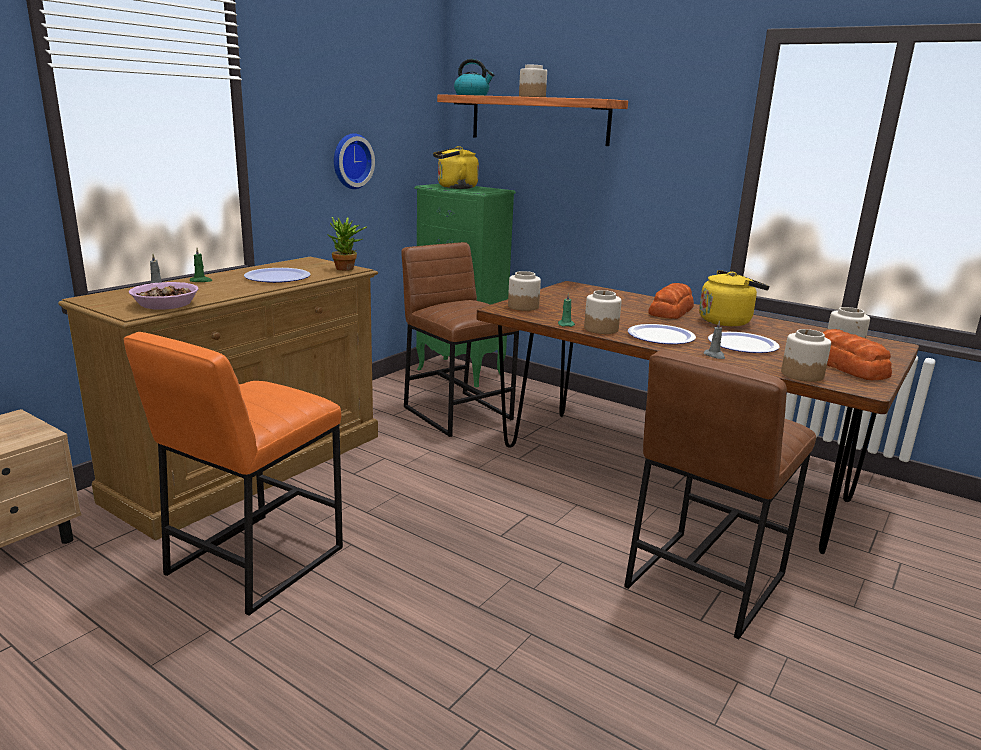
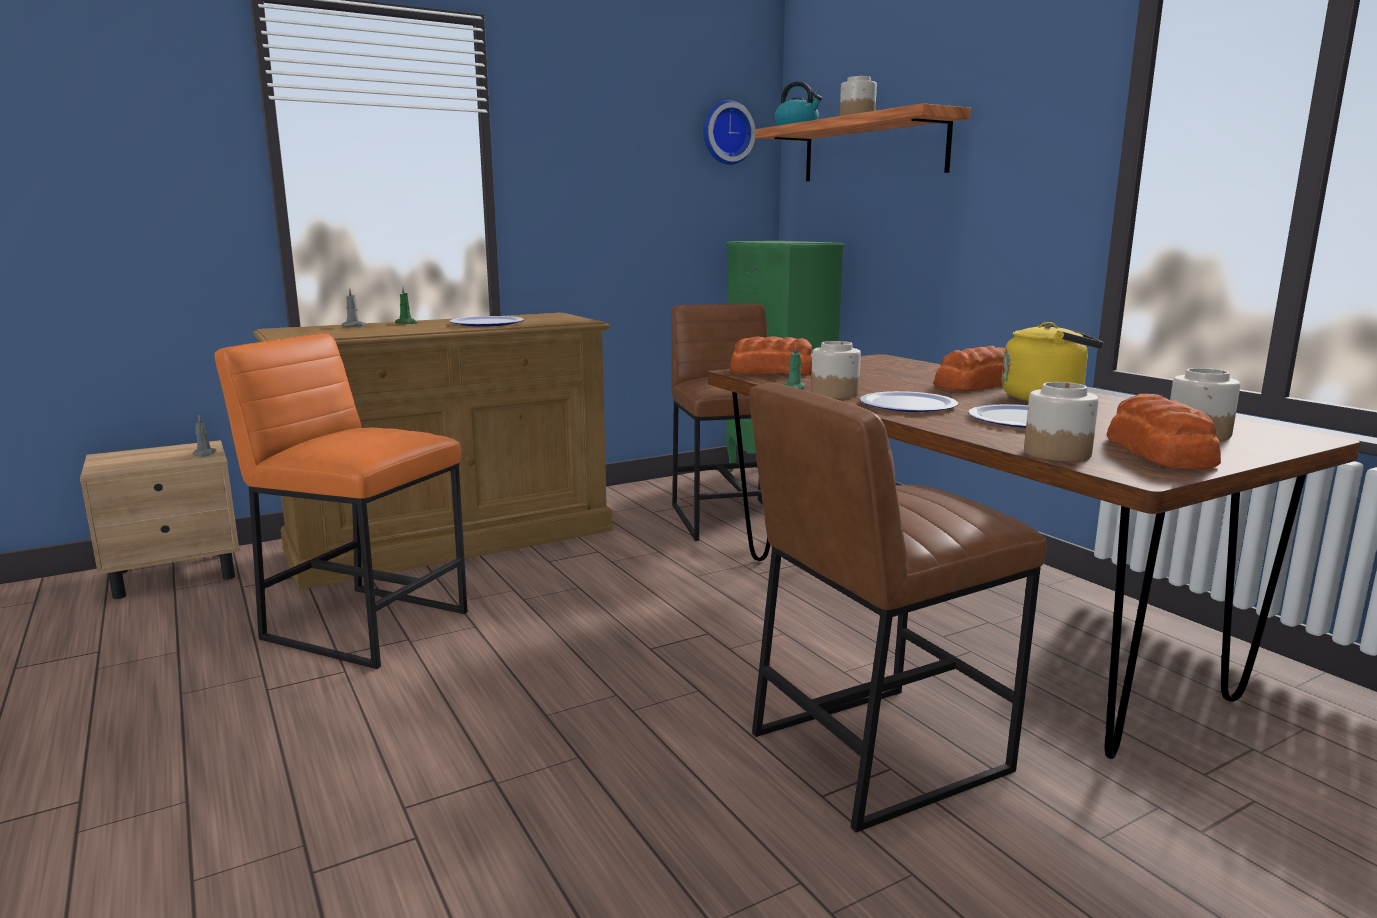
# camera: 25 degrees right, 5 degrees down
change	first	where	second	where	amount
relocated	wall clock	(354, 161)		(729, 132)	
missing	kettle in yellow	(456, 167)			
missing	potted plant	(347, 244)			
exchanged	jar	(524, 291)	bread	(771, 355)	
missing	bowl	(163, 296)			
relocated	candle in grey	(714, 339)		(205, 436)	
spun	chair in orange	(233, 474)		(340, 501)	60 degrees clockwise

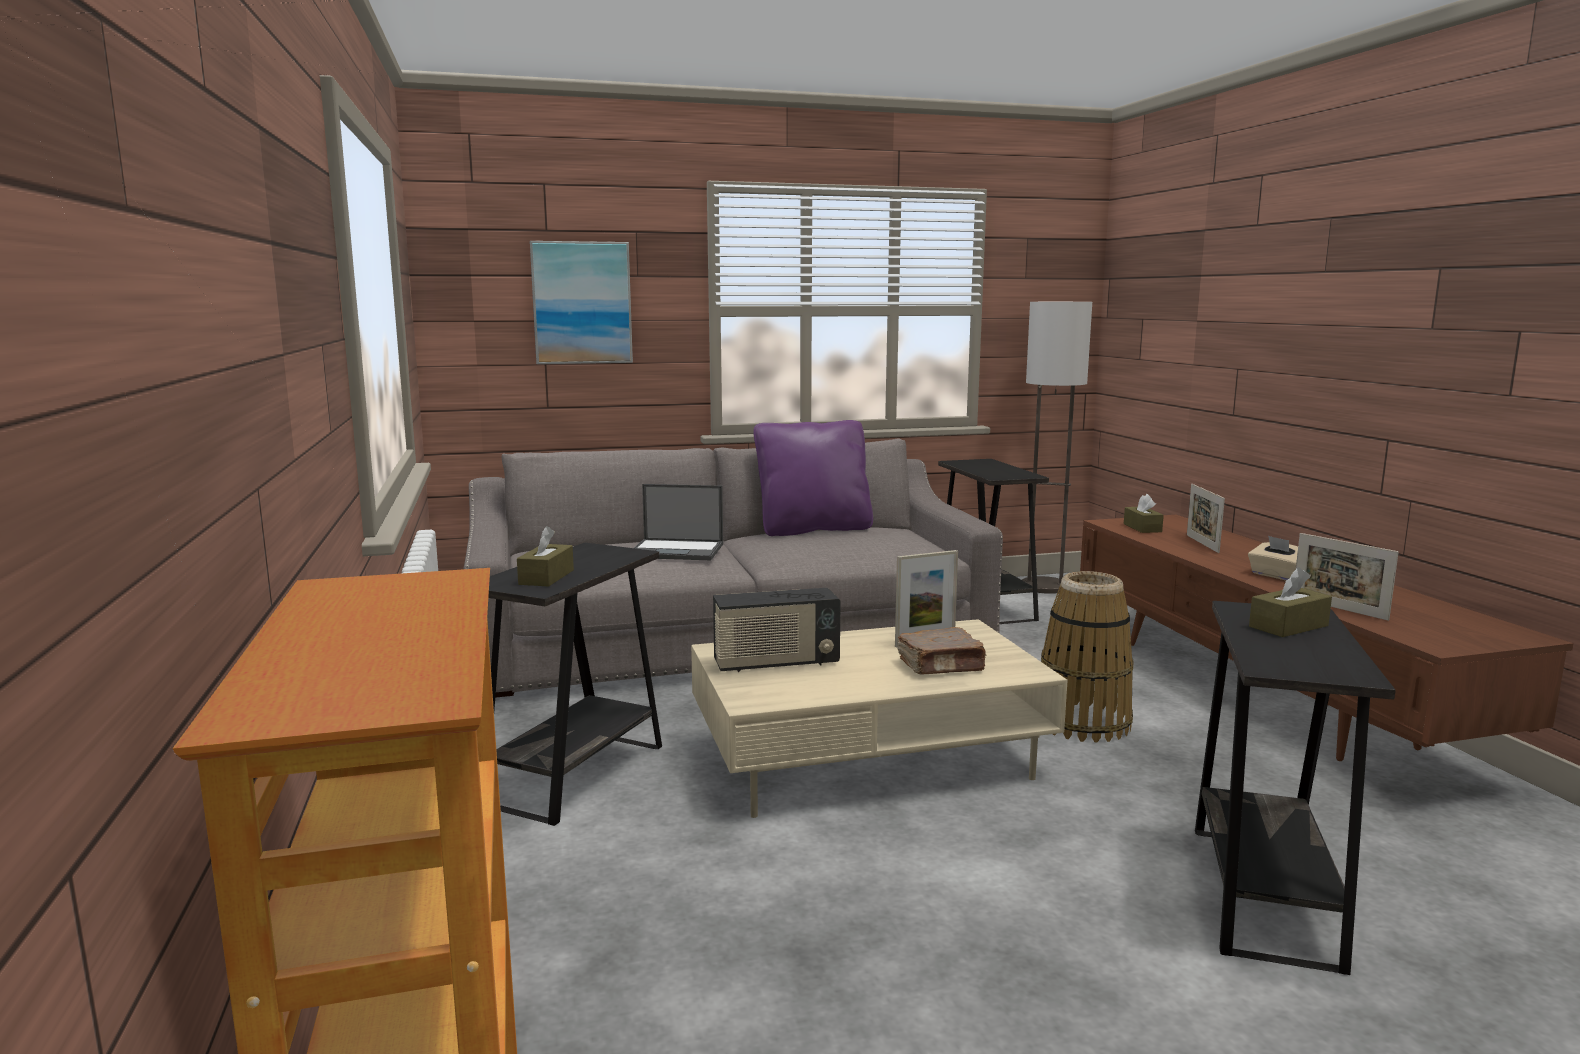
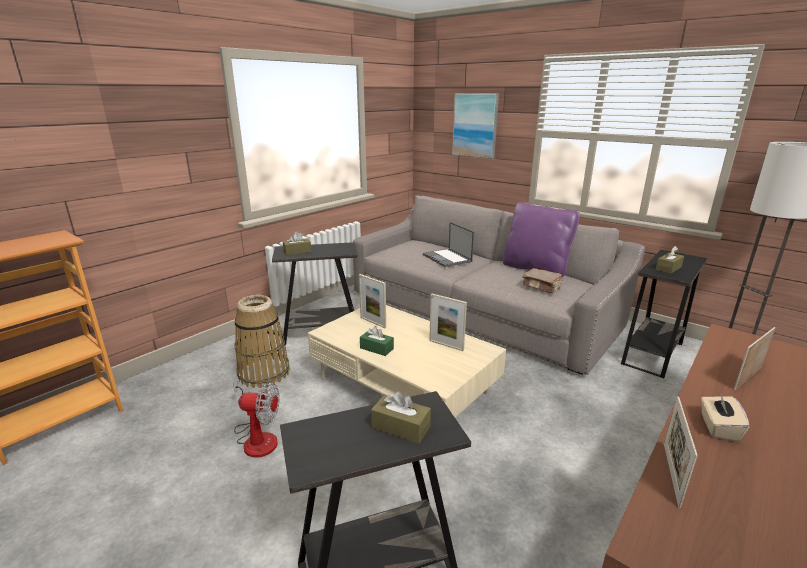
# camera: 55 degrees right, 10 degrees up
change	first	where	second	where	amount
relocated	tissue box in brown	(1144, 513)		(670, 260)	
relocated	basket	(1087, 657)		(262, 341)	
exchanged	radio	(777, 630)	picture frame	(372, 301)	
relocated	book in brown	(942, 651)		(543, 281)	
appeared			tissue box in green	(377, 341)	
appeared			fan	(256, 418)	

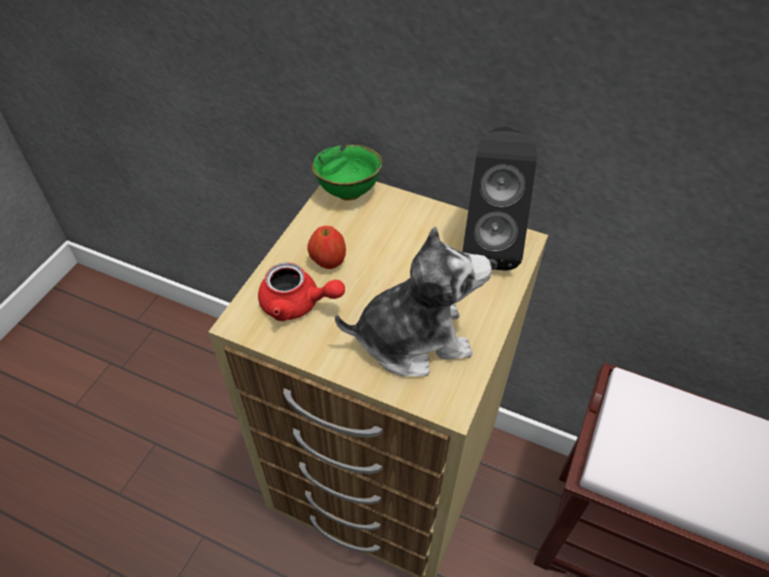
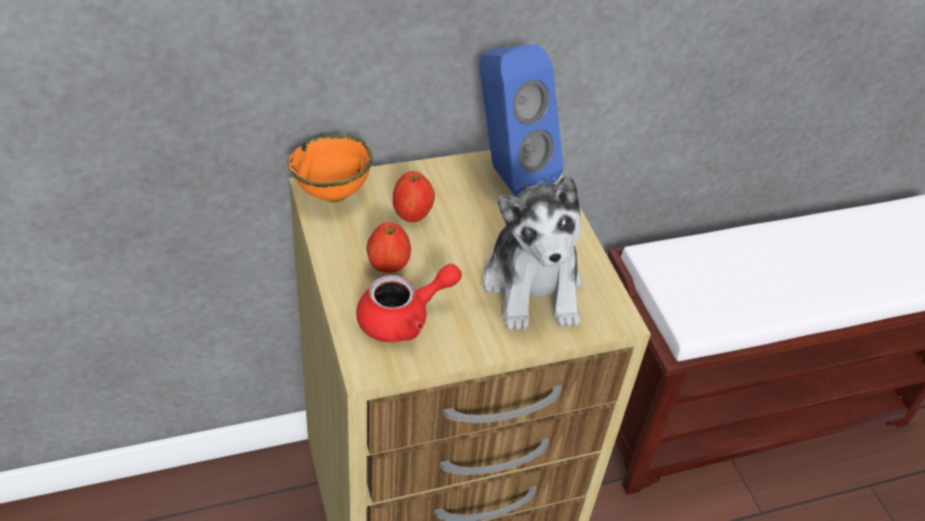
# camera: 45 degrees left, 5 degrees down
change	first	where	second	where	amount
colour	speaker in black	(499, 199)	speaker in blue	(521, 120)	
colour	bowl in green	(347, 172)	bowl in orange	(330, 168)	
spun	plush toy	(413, 301)		(532, 252)	135 degrees clockwise
appeared			apple	(414, 196)	

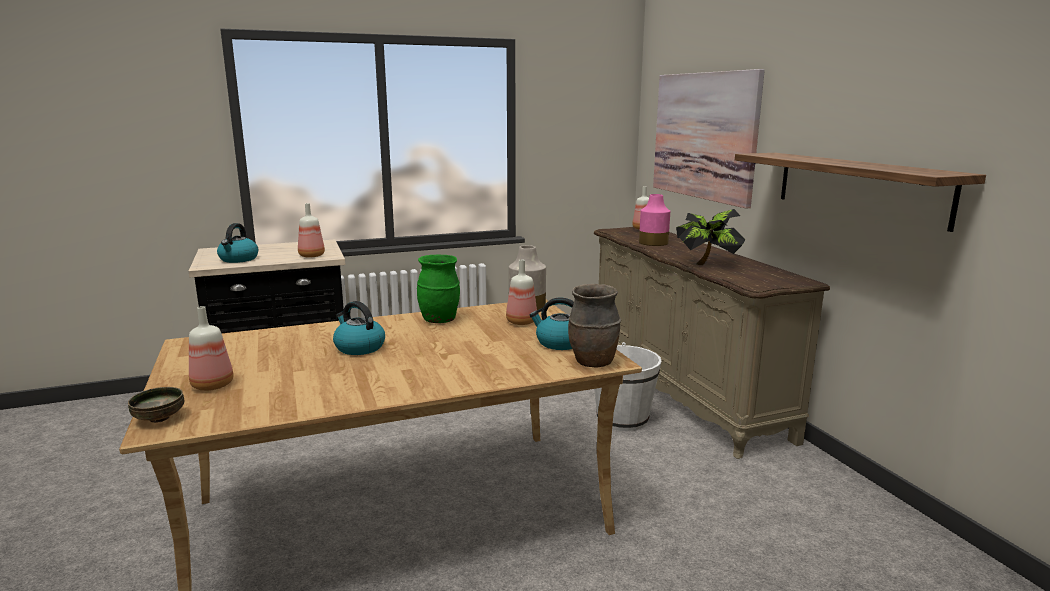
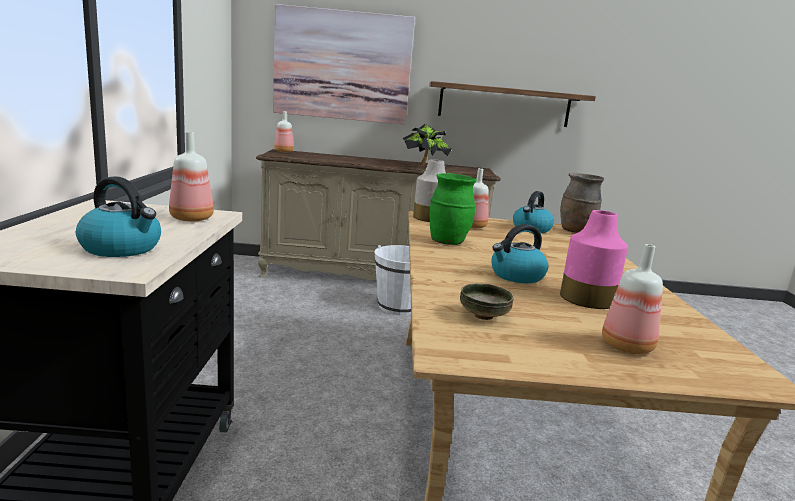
# camera: 70 degrees left, 0 degrees up
change	first	where	second	where	amount
relocated	vase in pink	(654, 220)		(594, 259)	
relocated	bowl	(156, 405)		(487, 301)	

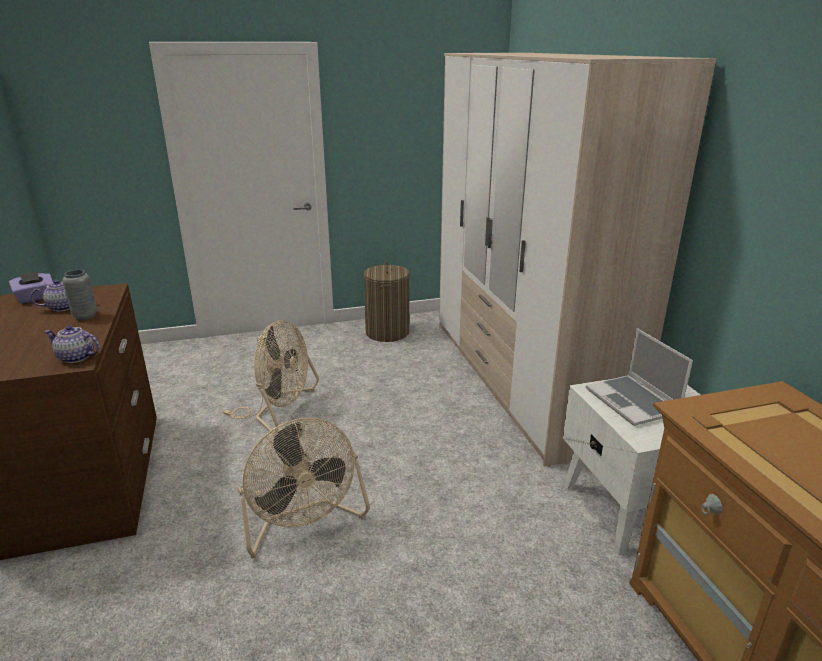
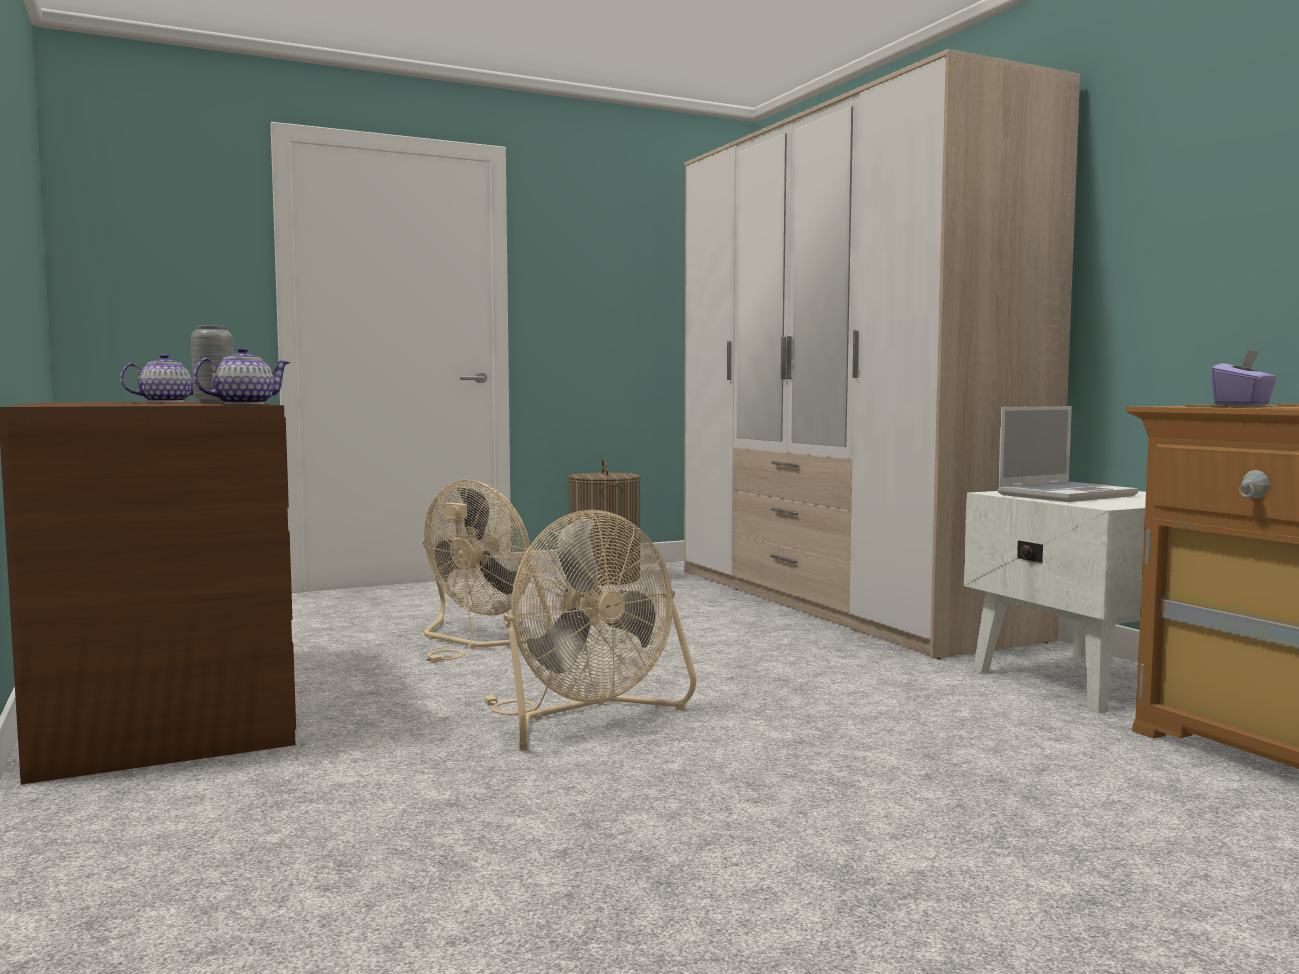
# camera: 10 degrees left, 20 degrees down
change	first	where	second	where	amount
relocated	tissue box in purple	(31, 287)		(1243, 378)	
spun	fan in beige	(271, 378)		(486, 571)	60 degrees counterclockwise
spun	teapot	(72, 344)		(241, 375)	135 degrees clockwise
spun	laptop	(639, 377)		(1067, 454)	90 degrees counterclockwise

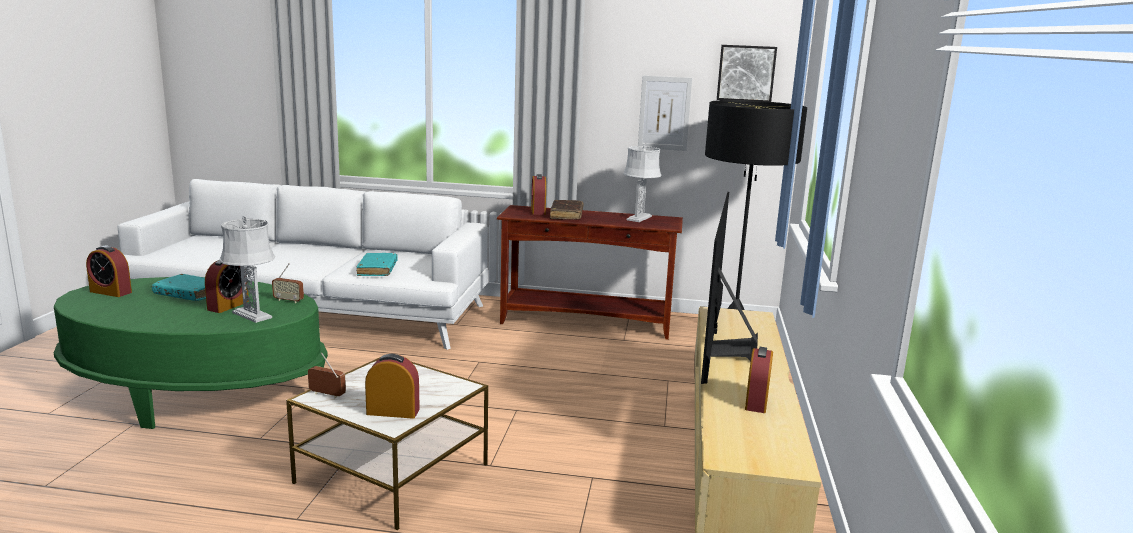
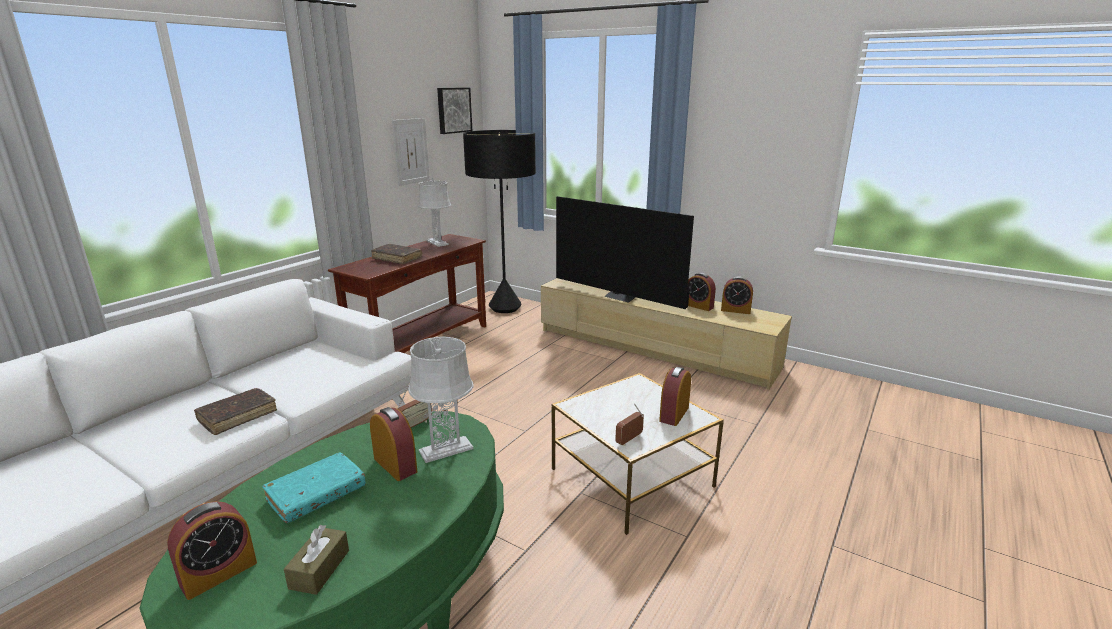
# camera: 65 degrees left, 5 degrees up
change	first	where	second	where	amount
relocated	alarm clock	(538, 194)		(737, 295)	
missing	book in turquoise	(377, 264)			
appeared			book in brown	(235, 411)	
appeared			tissue box in brown	(316, 560)	

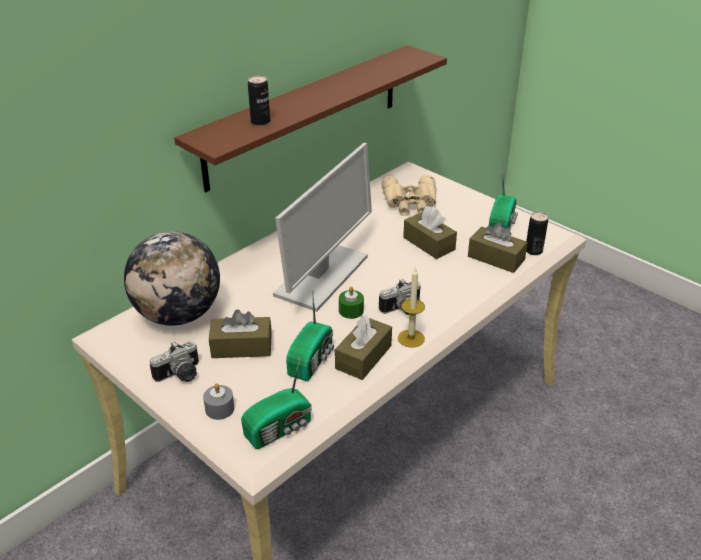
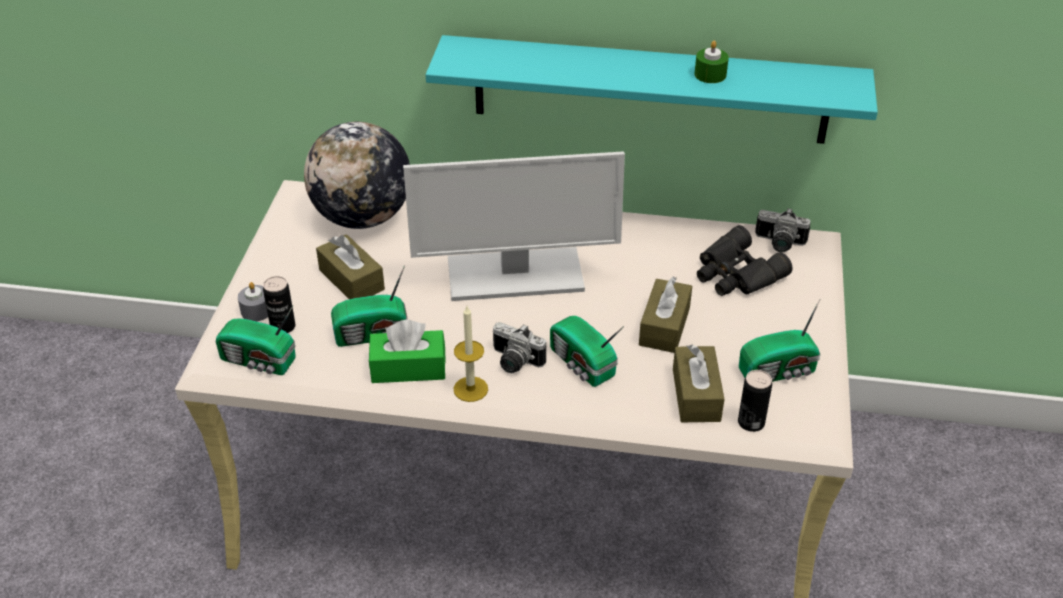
# camera: 55 degrees right, 5 degrees up
change	first	where	second	where	amount
colour	shelf in brown	(310, 118)	shelf in turquoise	(652, 89)	
relocated	can	(259, 101)		(279, 304)	
colour	binoculars in beige	(409, 195)	binoculars in black	(745, 260)	
relocated	candle in green	(351, 303)		(711, 62)	
colour	tissue box in brown	(363, 347)	tissue box in green	(407, 351)	
relocated	photo camera	(174, 361)		(783, 230)	
appeared			radio	(587, 351)	

